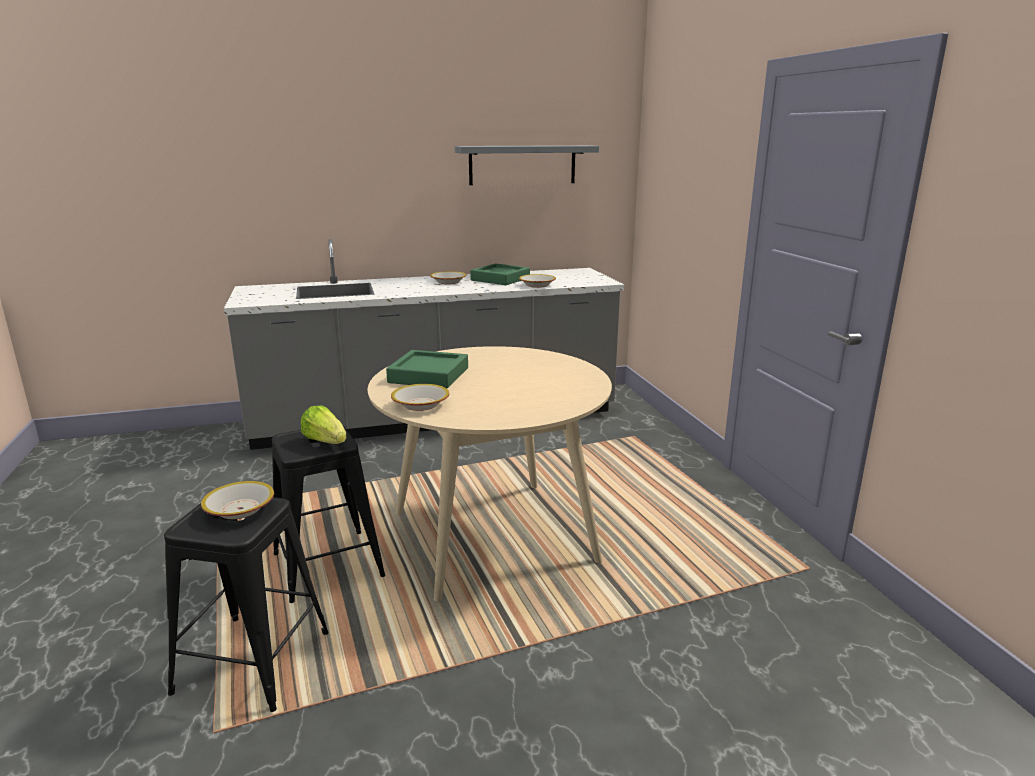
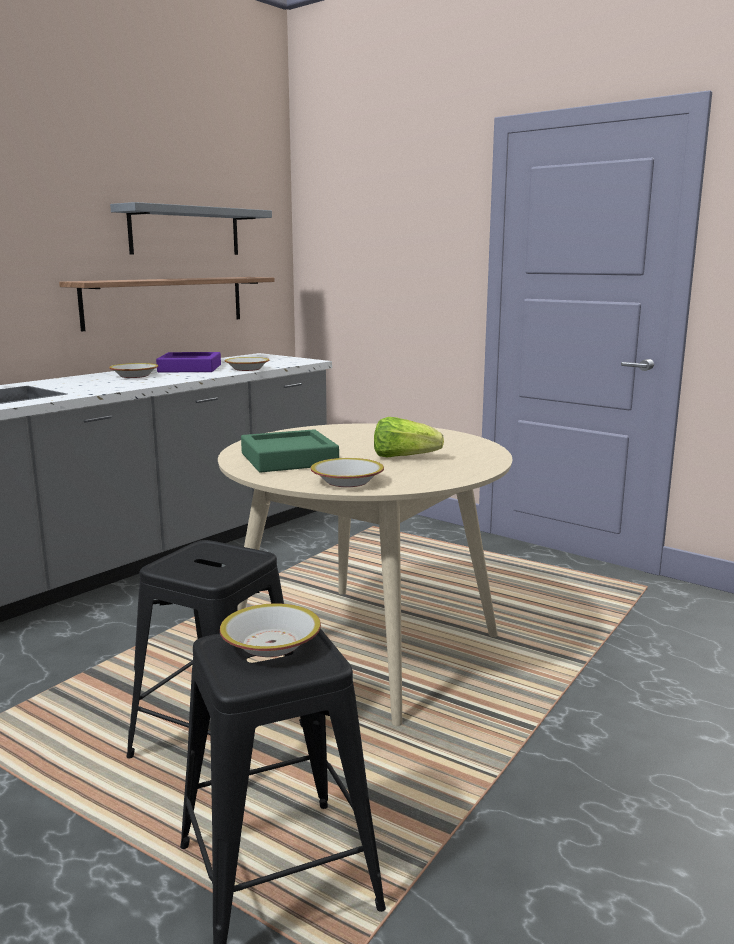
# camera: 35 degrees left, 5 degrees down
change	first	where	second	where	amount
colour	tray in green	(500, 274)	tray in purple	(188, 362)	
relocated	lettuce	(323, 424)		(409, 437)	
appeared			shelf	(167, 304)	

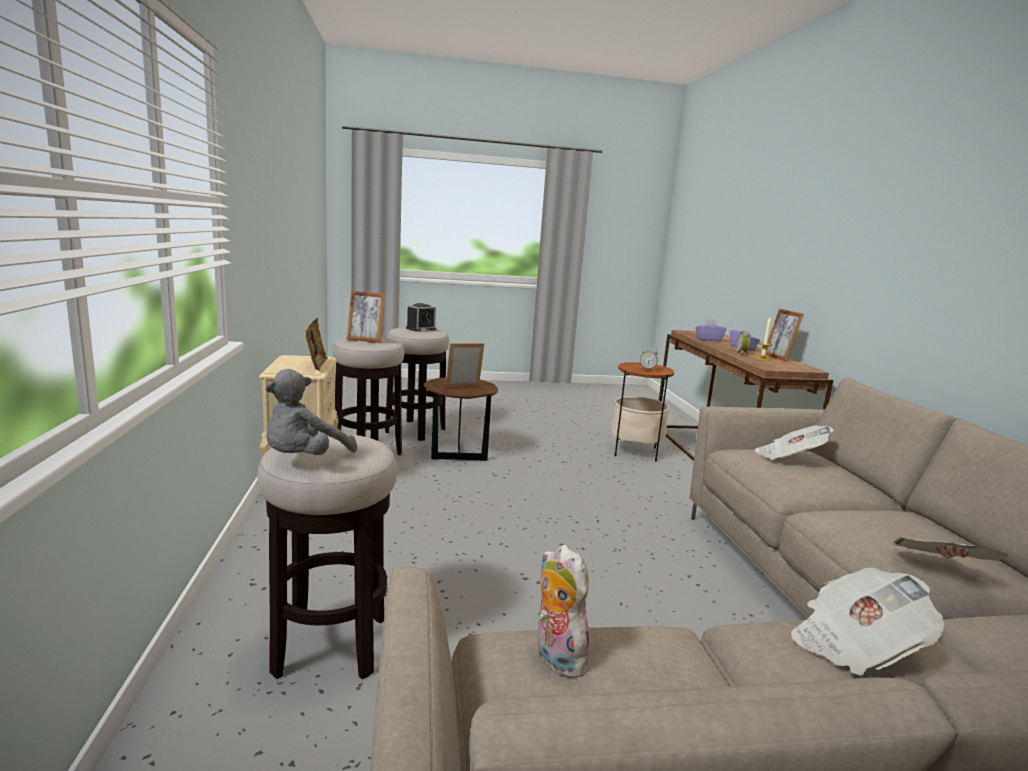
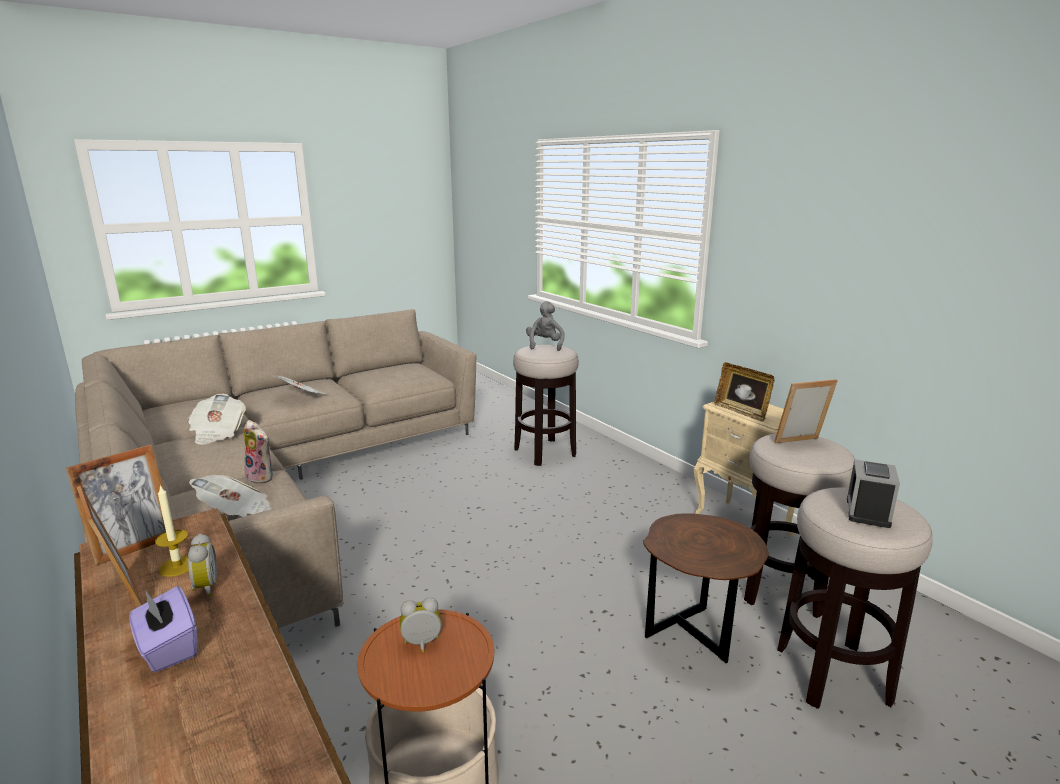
# camera: 155 degrees right, 5 degrees up
change	first	where	second	where	amount
missing	tissue box in purple	(711, 329)			
relocated	picture frame	(465, 365)		(120, 505)	
relocated	plush toy	(564, 611)		(259, 452)	

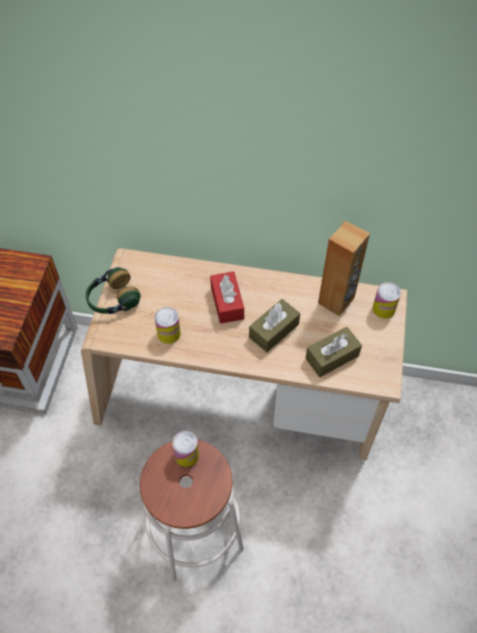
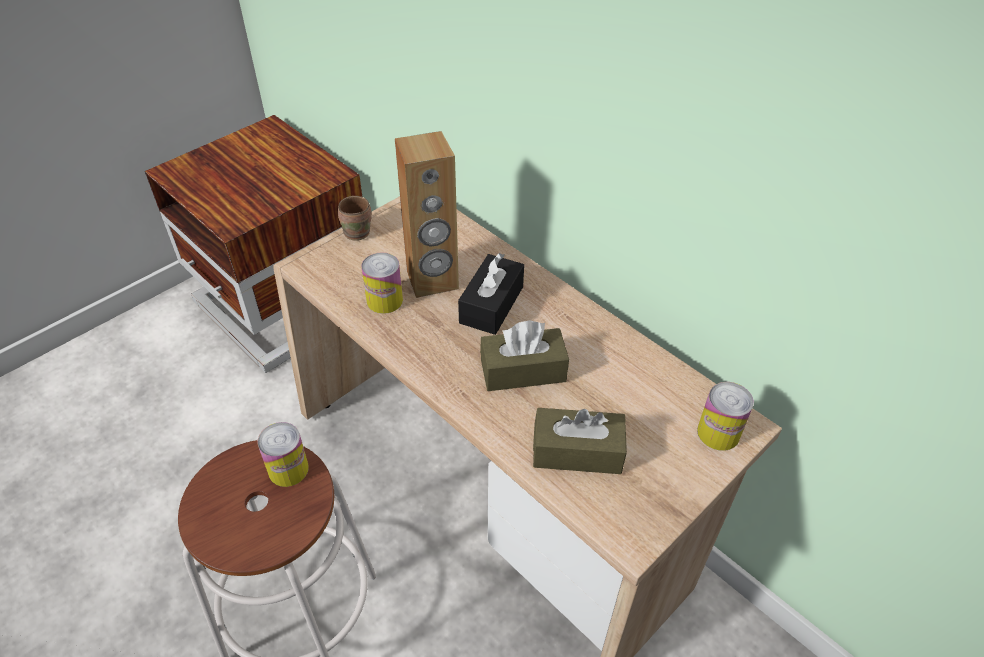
# camera: 35 degrees right, 10 degrees down
change	first	where	second	where	amount
relocated	speaker in brown	(344, 268)		(427, 214)	
exchanged	headphones	(113, 290)	mug in brown	(354, 218)	
colour	tissue box in red	(227, 297)	tissue box in black	(491, 294)	

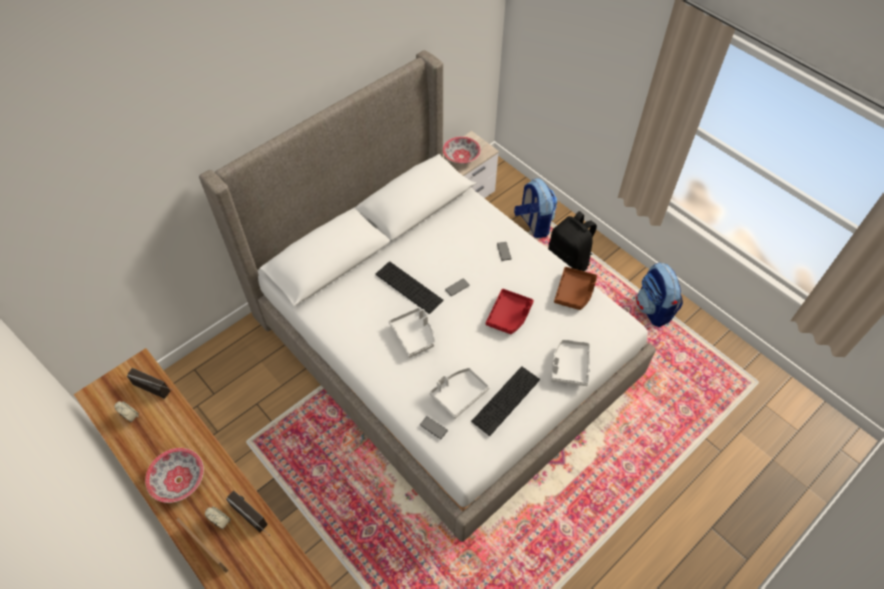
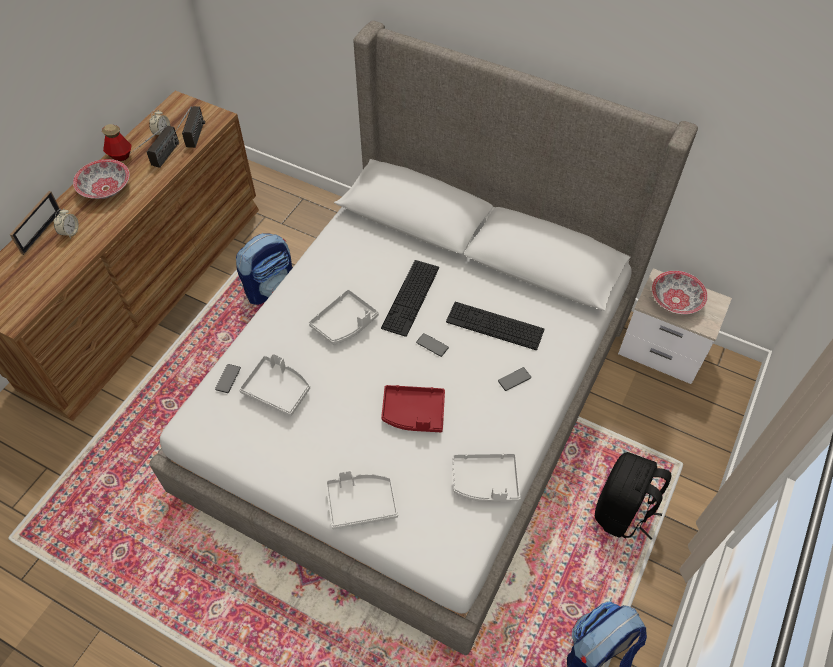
# camera: 70 degrees right, 0 degrees up
change	first	where	second	where	amount
relocated	backpack	(536, 208)		(264, 269)	
colour	tray in brown	(575, 288)	tray in grey	(486, 477)	
relocated	keyboard	(505, 401)		(495, 326)	
relocated	radio	(248, 513)		(154, 146)	
appeared			bottle	(117, 142)	

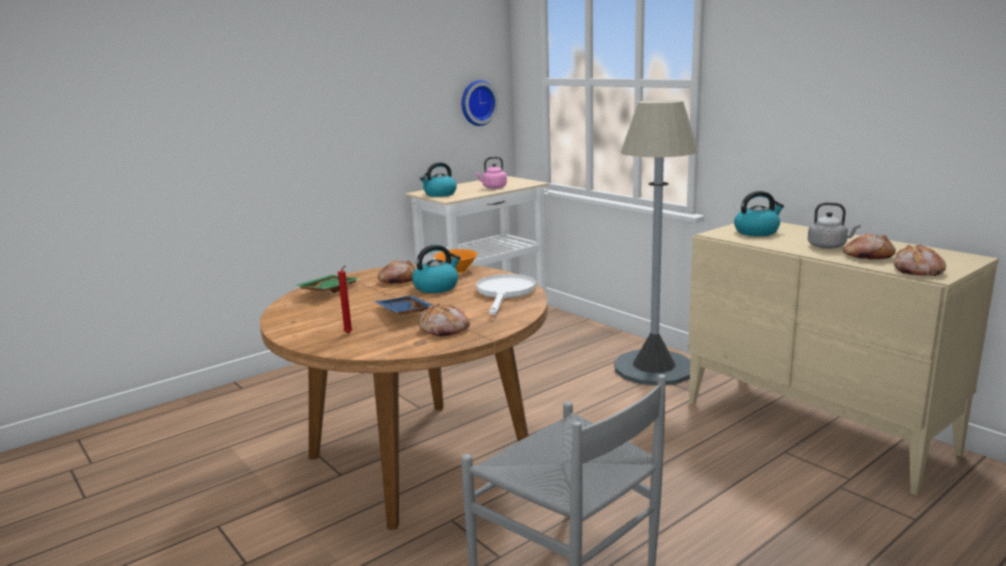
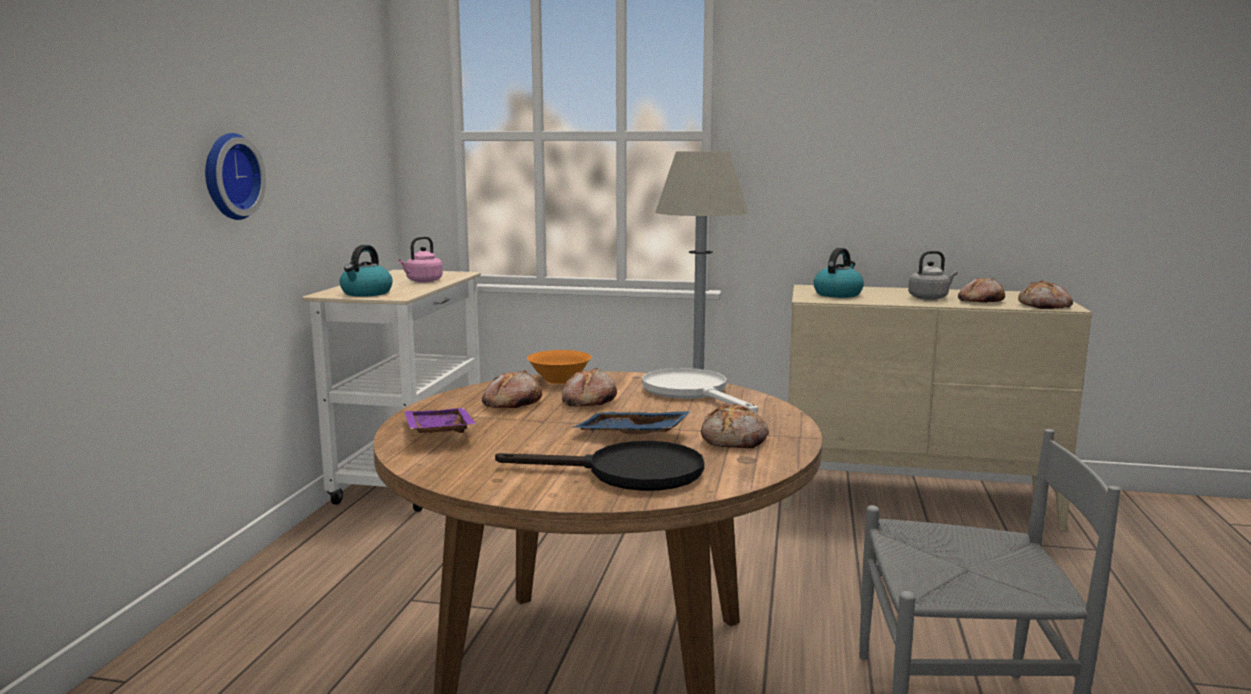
# camera: 40 degrees left, 5 degrees down
change	first	where	second	where	amount
relocated	wall clock	(479, 103)		(235, 176)	
exchanged	kettle	(436, 269)	bread	(589, 387)	
exchanged	candle in red	(345, 299)	frying pan in black	(599, 466)	
colour	tray in green	(328, 284)	tray in purple	(440, 420)	

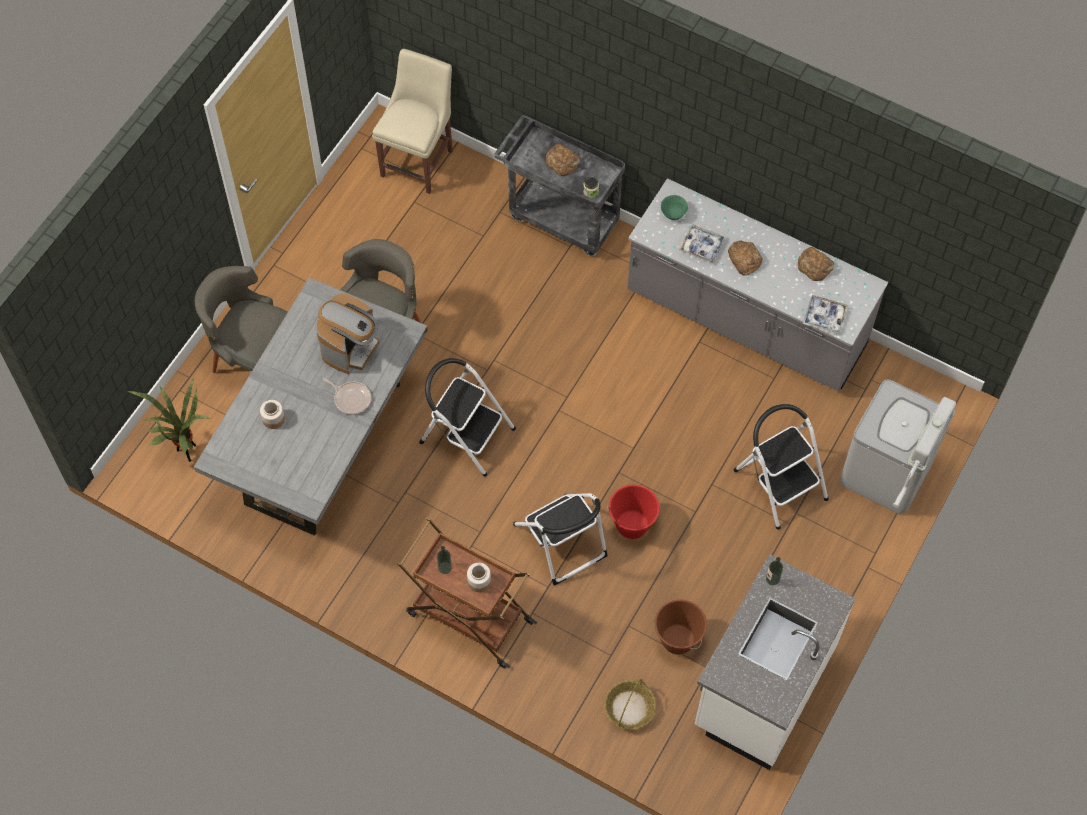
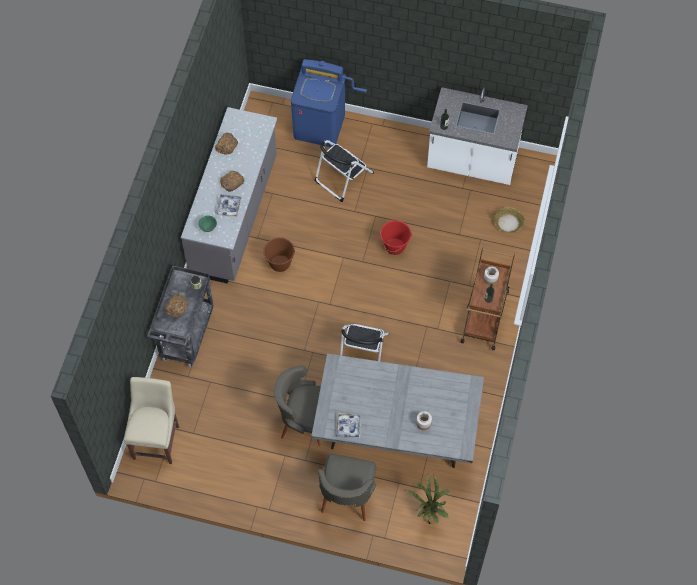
# camera: 105 degrees left, 0 degrees up
change	first	where	second	where	amount
spun	chair in beige	(412, 121)		(151, 420)	90 degrees clockwise
missing	coffee machine	(347, 333)			
relocated	tray	(825, 314)		(348, 425)	
missing	frying pan	(347, 396)			
colour	washing machine in grey	(898, 447)	washing machine in blue	(329, 103)	
missing	step ladder	(560, 539)			
relocated	bucket in brown	(681, 626)		(279, 254)	

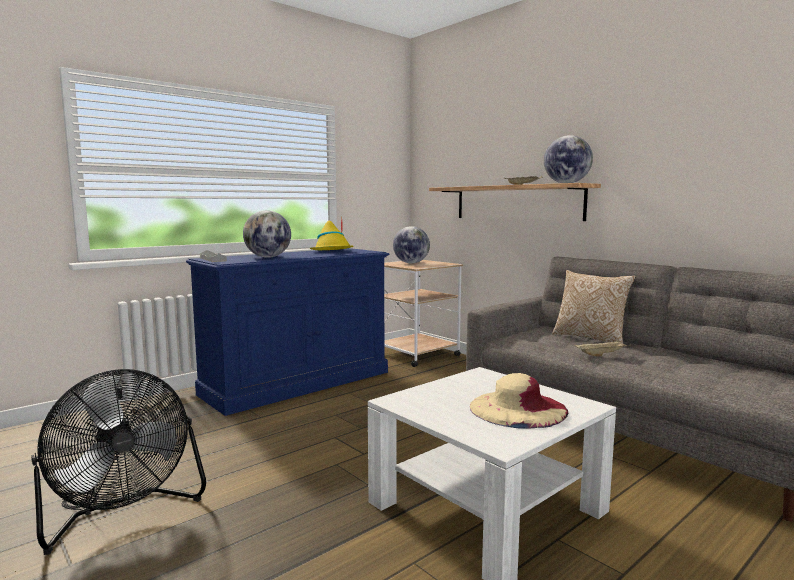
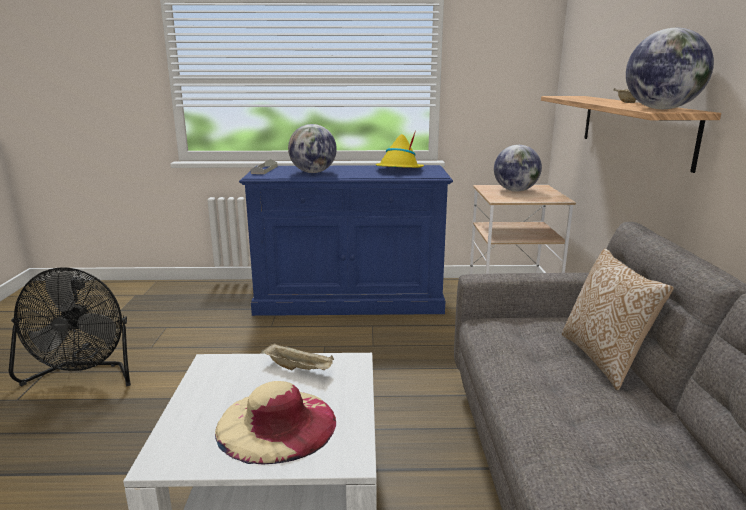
# camera: 40 degrees right, 10 degrees up
change	first	where	second	where	amount
relocated	tray in beige	(602, 348)		(297, 356)	

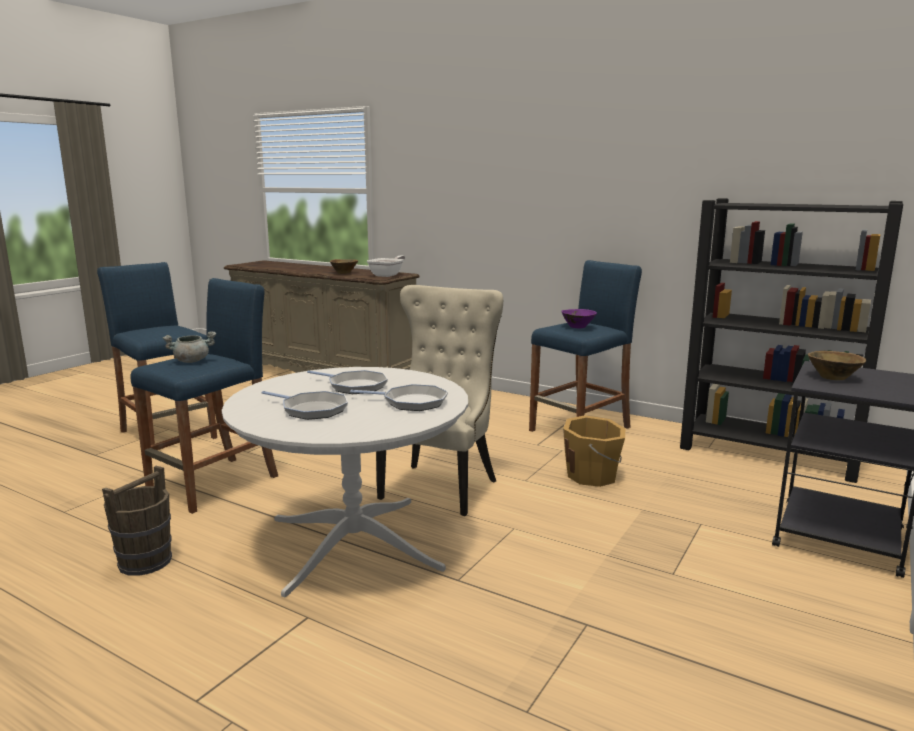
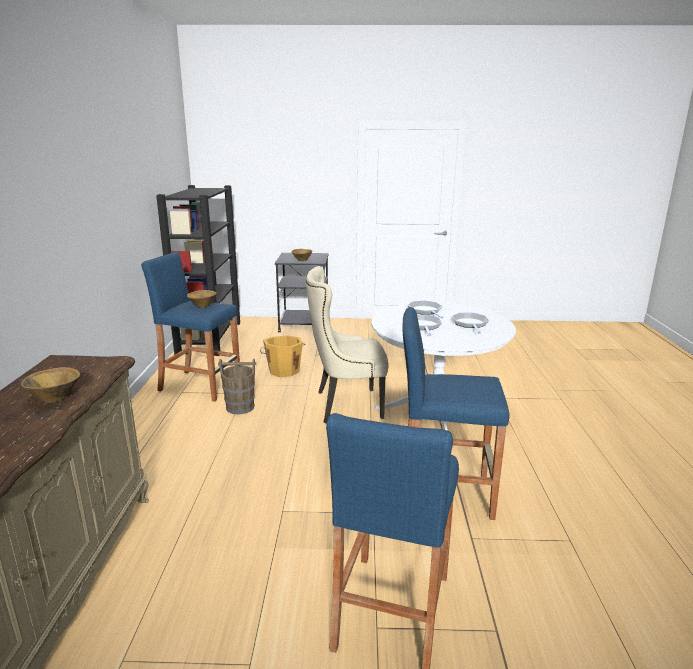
# camera: 120 degrees left, 5 degrees up
change	first	where	second	where	amount
missing	frying pan	(386, 266)			
colour	bowl in purple	(579, 318)	bowl in brown	(202, 299)	
missing	cooking pot in grey	(189, 347)			
relocated	bucket in brown	(137, 521)		(237, 386)	

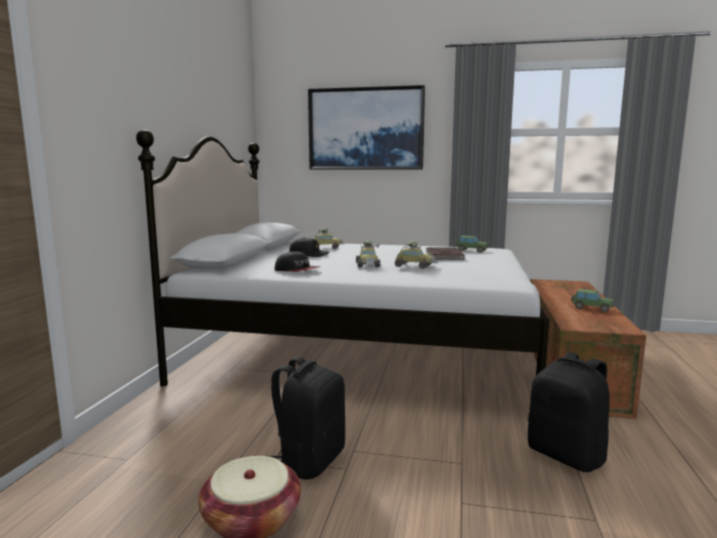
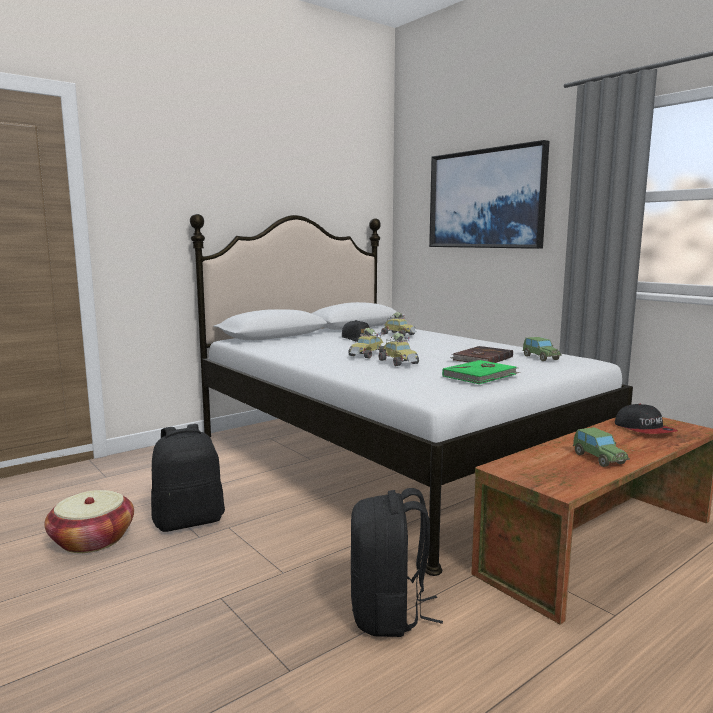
# camera: 40 degrees right, 0 degrees up
change	first	where	second	where	amount
relocated	cap	(297, 261)		(646, 419)	
appeared			book in green	(481, 372)	

